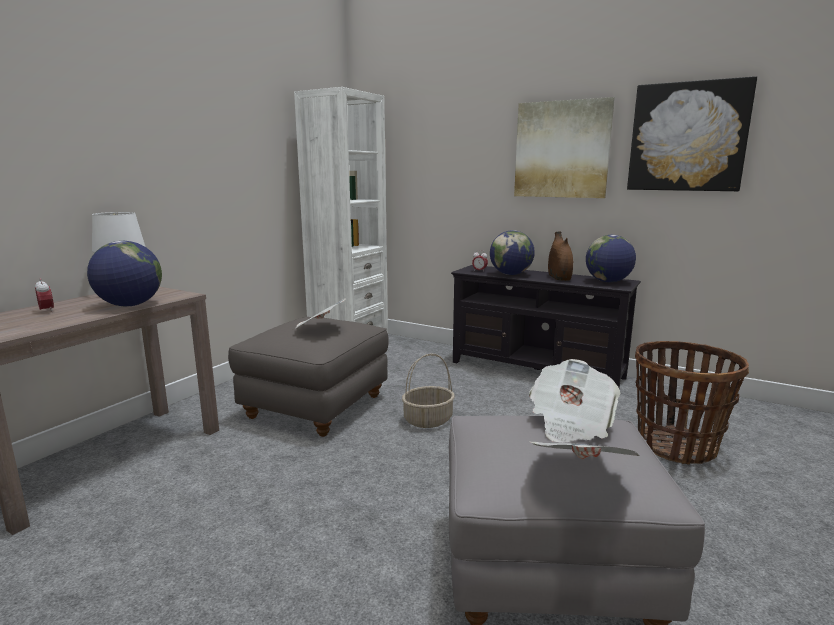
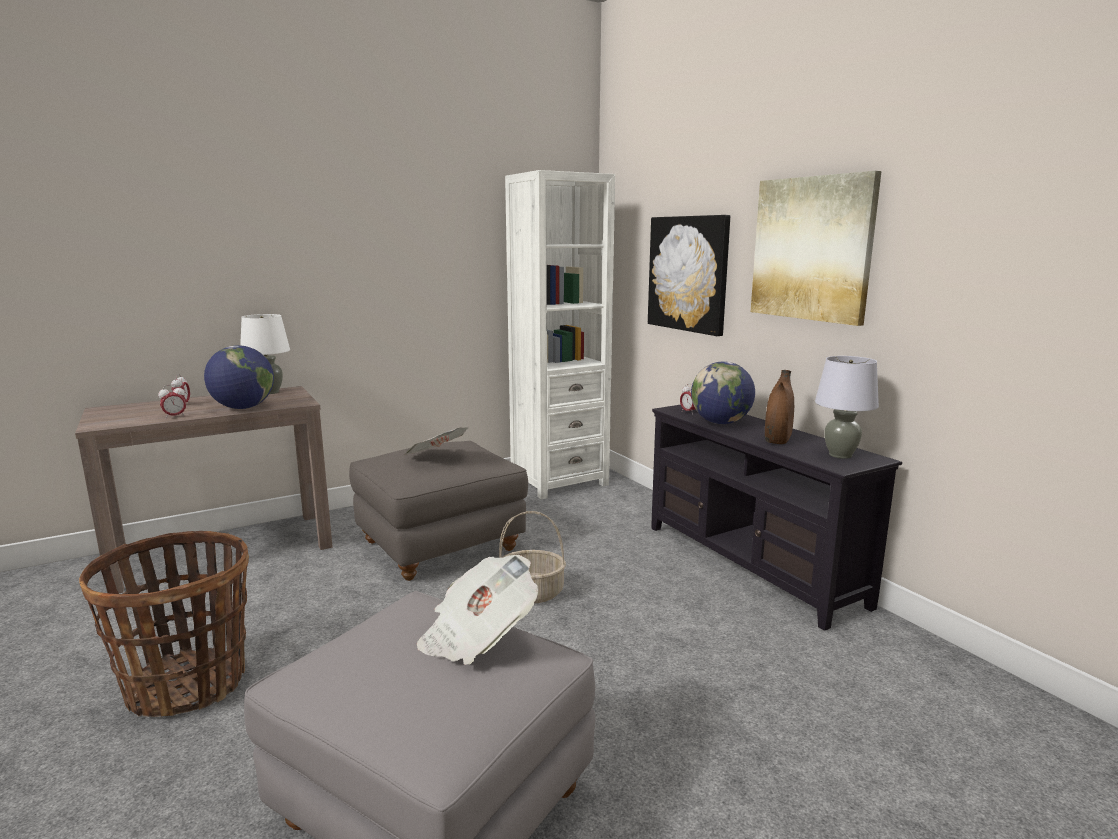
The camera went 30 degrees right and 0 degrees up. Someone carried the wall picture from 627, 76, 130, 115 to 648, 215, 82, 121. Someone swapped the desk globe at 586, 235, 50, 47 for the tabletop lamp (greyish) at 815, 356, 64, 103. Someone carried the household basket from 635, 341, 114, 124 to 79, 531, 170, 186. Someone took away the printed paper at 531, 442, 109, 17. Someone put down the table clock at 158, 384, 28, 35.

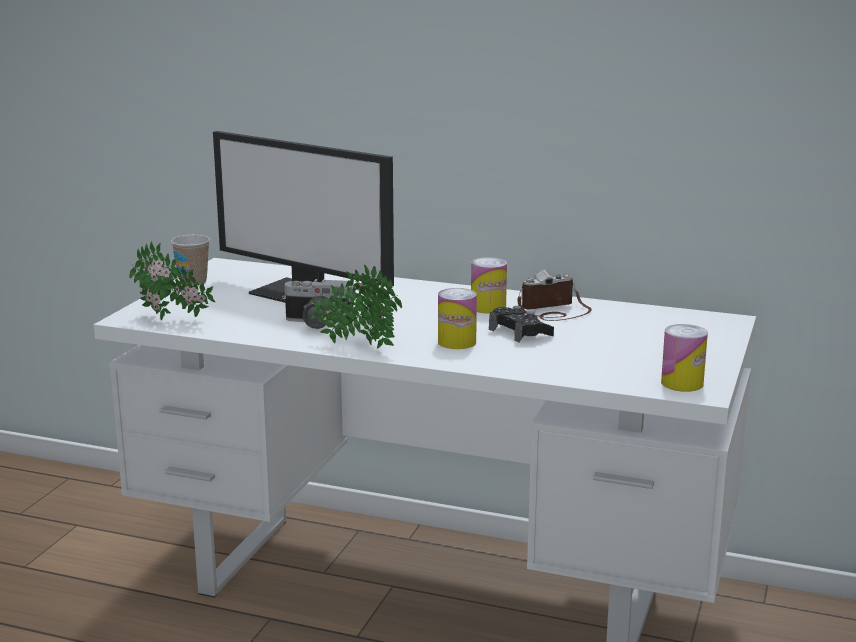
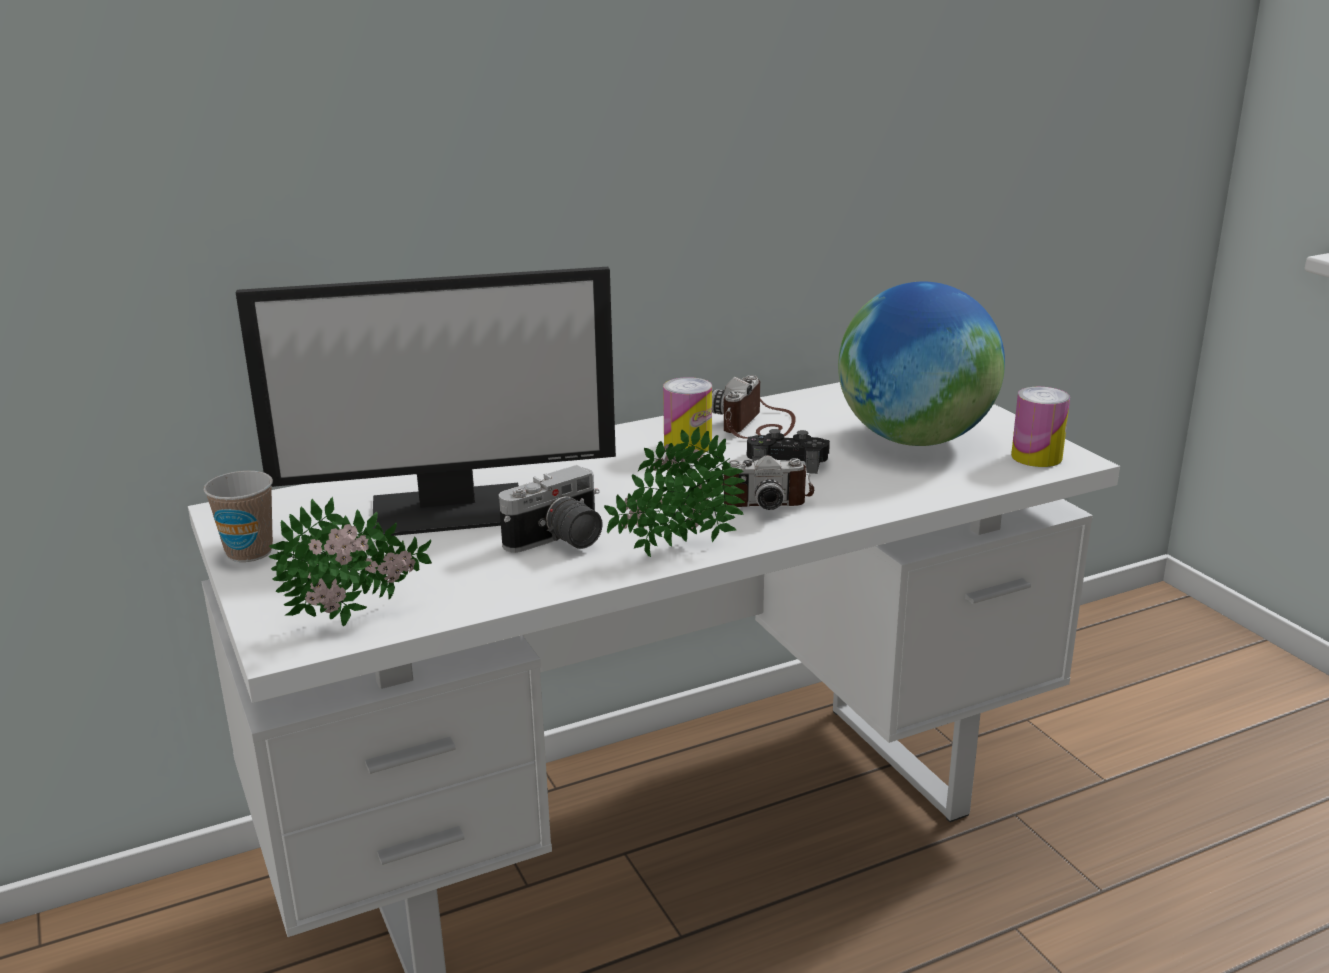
The camera went 45 degrees left and 5 degrees up. Someone swapped the can at 438, 288, 39, 61 for the photo camera at 722, 455, 92, 55. Someone put down the desk globe at 838, 281, 167, 165.

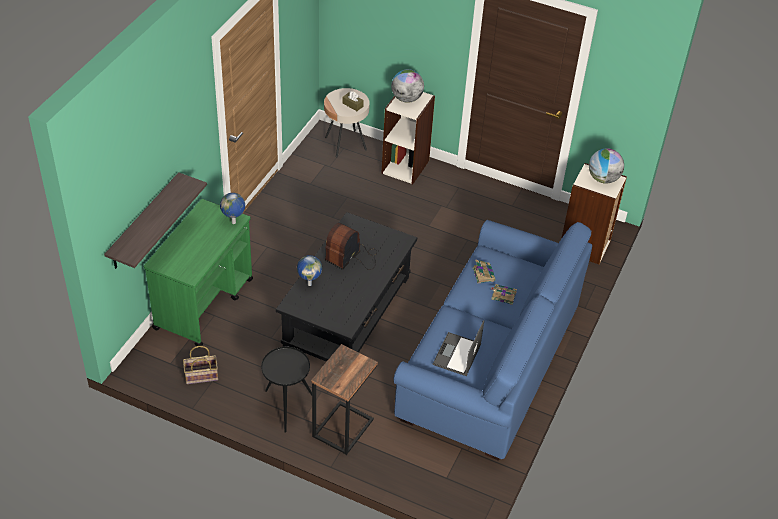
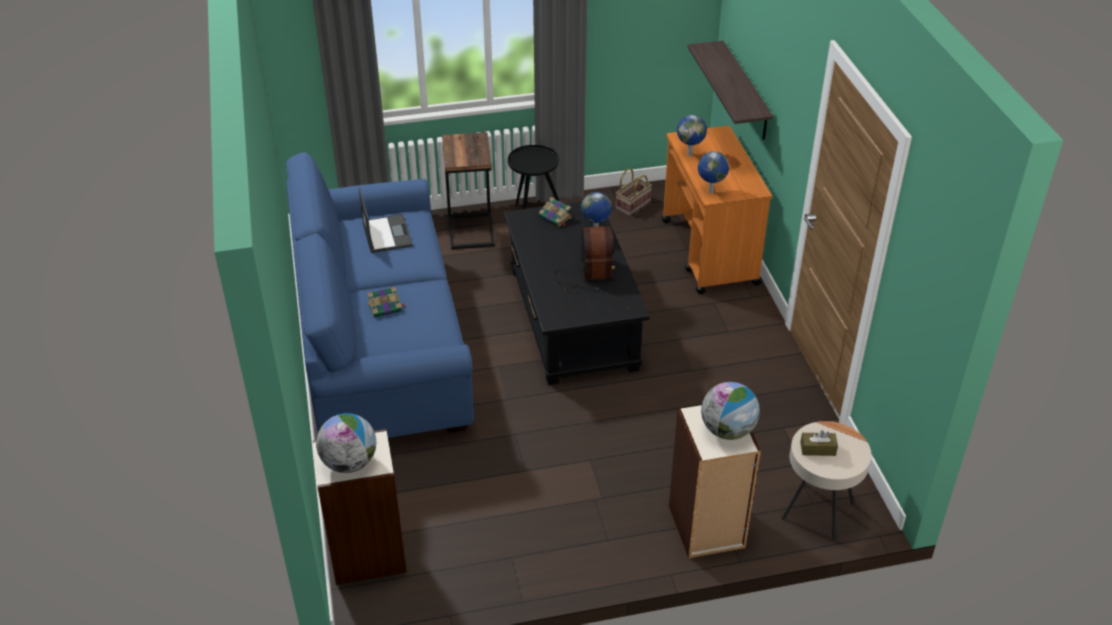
The camera went 145 degrees right and 5 degrees down. Someone repainted the cart (greenish) at 144, 199, 109, 149, which became the cart (orangey) at 662, 126, 110, 168. Someone carried the book from 473, 259, 23, 24 to 539, 197, 33, 30. Someone put down the desk globe at 677, 115, 30, 41.

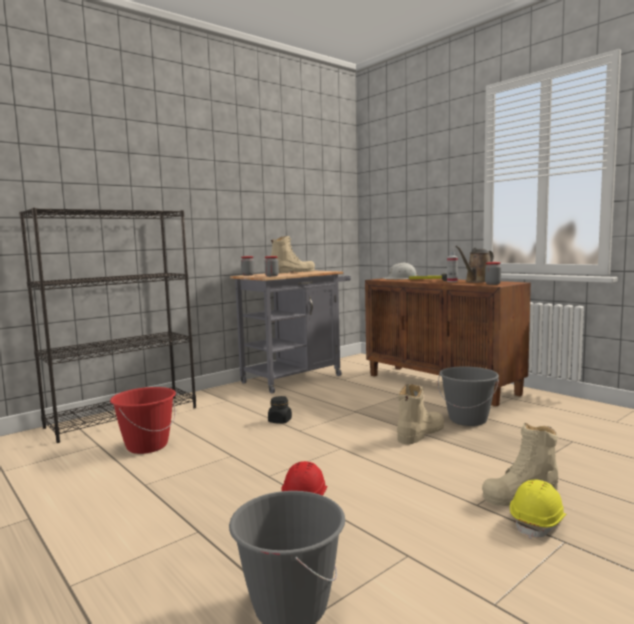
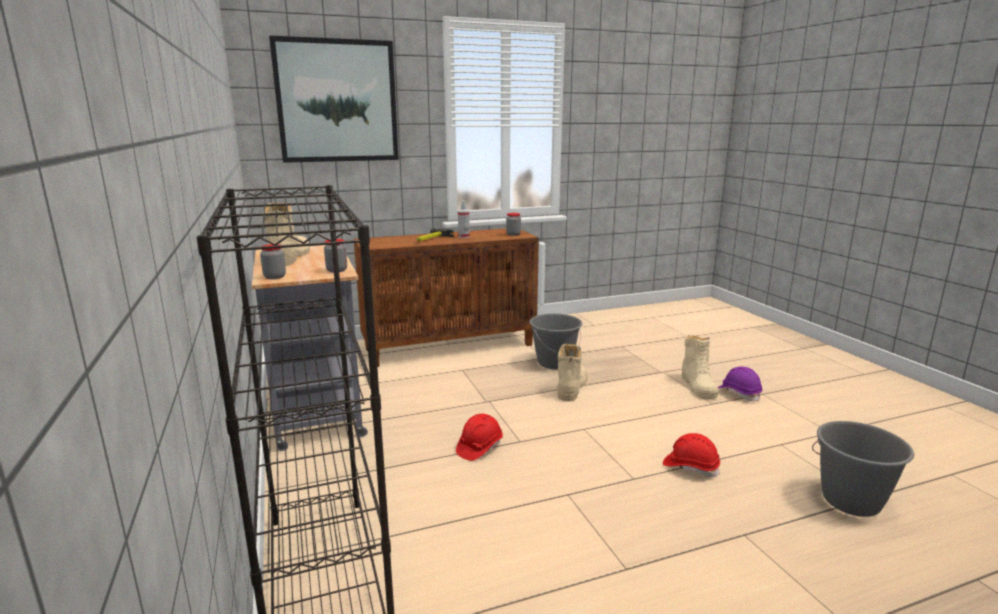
The camera went 70 degrees left and 10 degrees up. Someone took away the sprinkling can (brownish) at 456, 246, 38, 37. Someone took away the safety helmet (white-coloured) at 383, 263, 35, 16. Someone rotated the tall boot (beige) at 397, 384, 47, 60 by 45 degrees clockwise. Someone took away the pail (reddish) at 110, 387, 66, 67. Someone swapped the jar (blackish) at 268, 396, 24, 28 for the safety helmet (reddish) at 456, 414, 47, 47. Someone repainted the safety helmet (yellow-coloured) at 510, 480, 56, 59, which became the safety helmet (purplish) at 718, 366, 45, 36. Someone put up the wall picture at 269, 36, 130, 127.

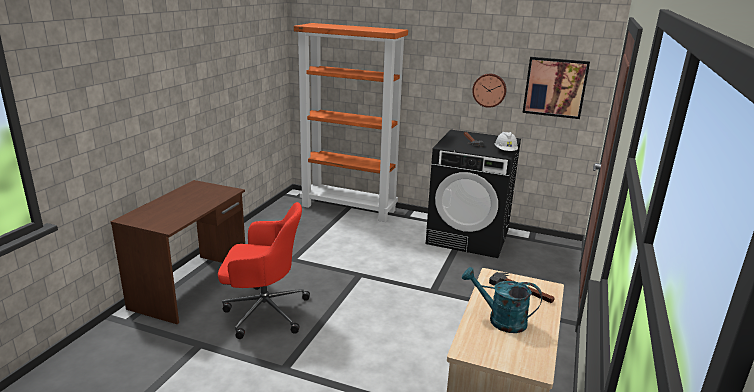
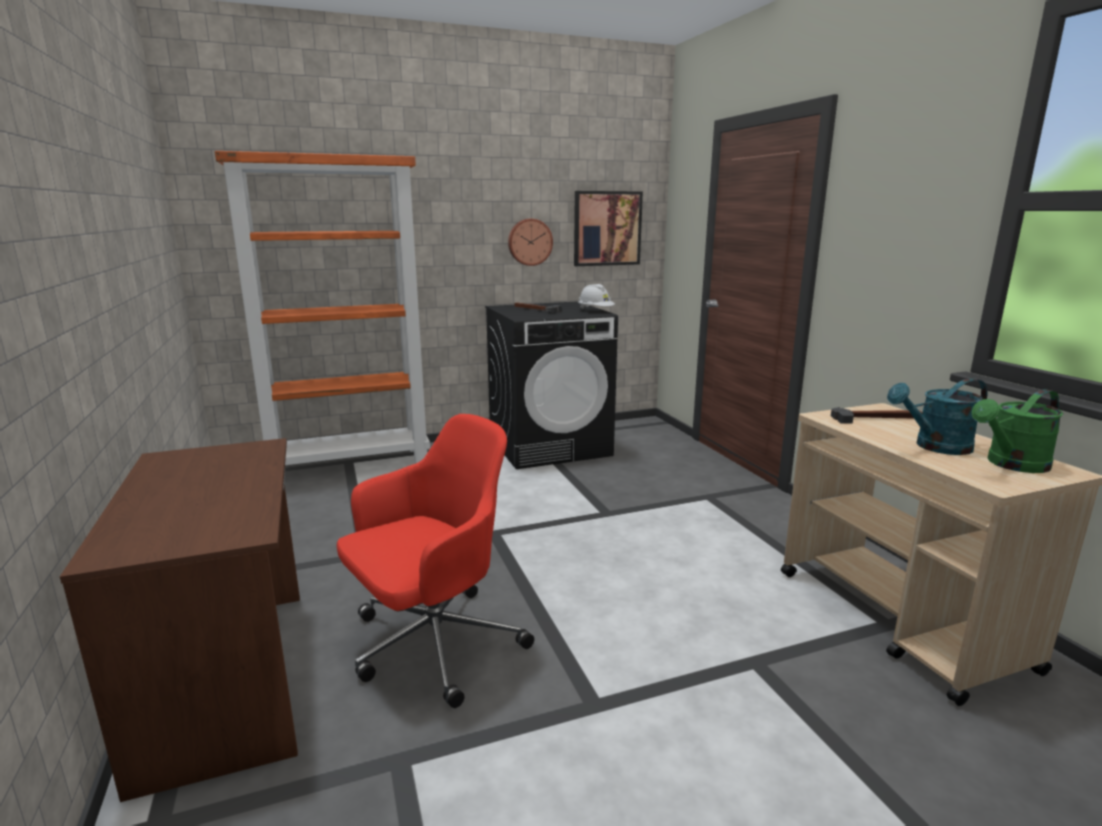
The camera went 40 degrees left and 5 degrees down. Someone put down the sprinkling can (greenish) at 972, 389, 91, 84.

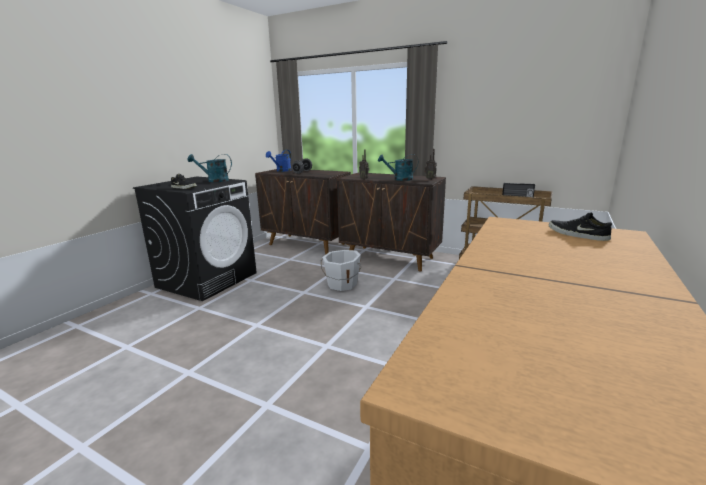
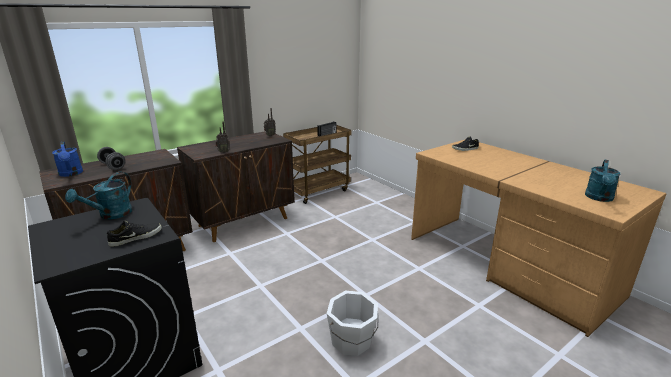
The camera went 65 degrees left and 5 degrees up. Someone carried the sprinkling can (turquoise-coloured) from 378, 154, 40, 27 to 585, 160, 36, 42. Someone carried the pail (white-coloured) from 321, 250, 41, 41 to 327, 291, 52, 65.

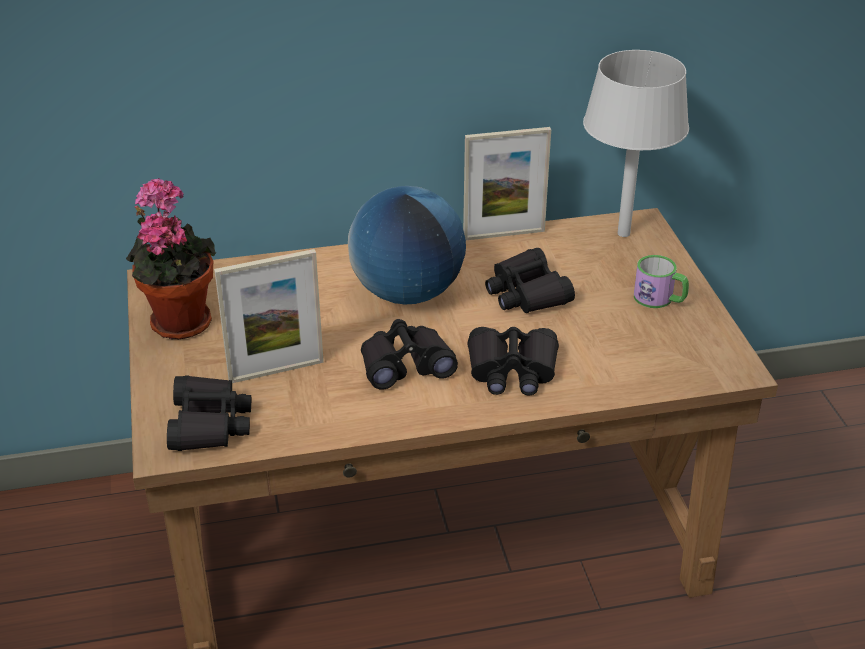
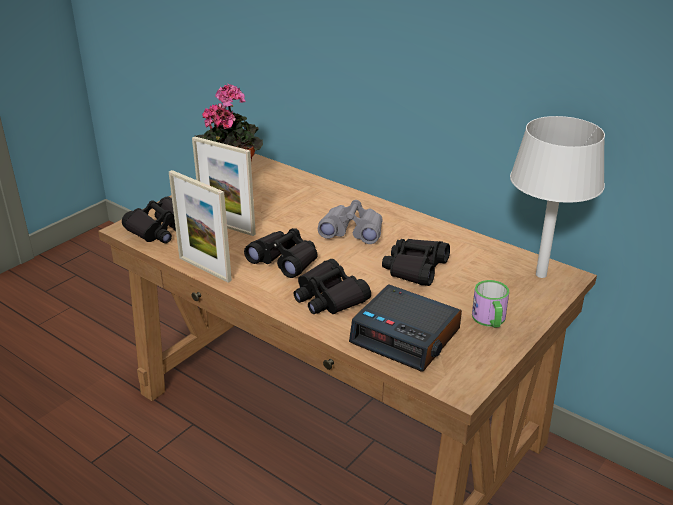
The camera went 50 degrees right and 5 degrees down. Someone carried the standing frame from 463, 127, 88, 113 to 169, 170, 63, 113. Someone swapped the desk globe at 348, 186, 118, 119 for the field glasses (greyish) at 318, 200, 65, 44. Someone put down the table clock at 349, 284, 113, 88.

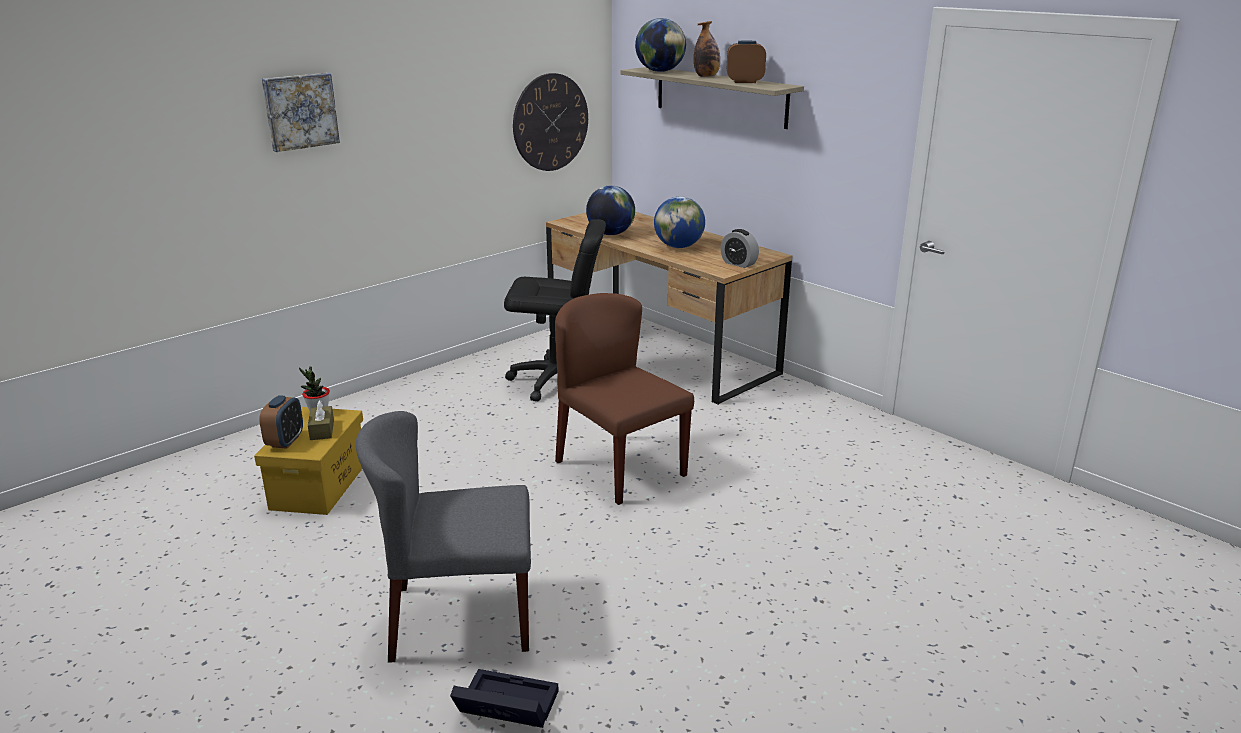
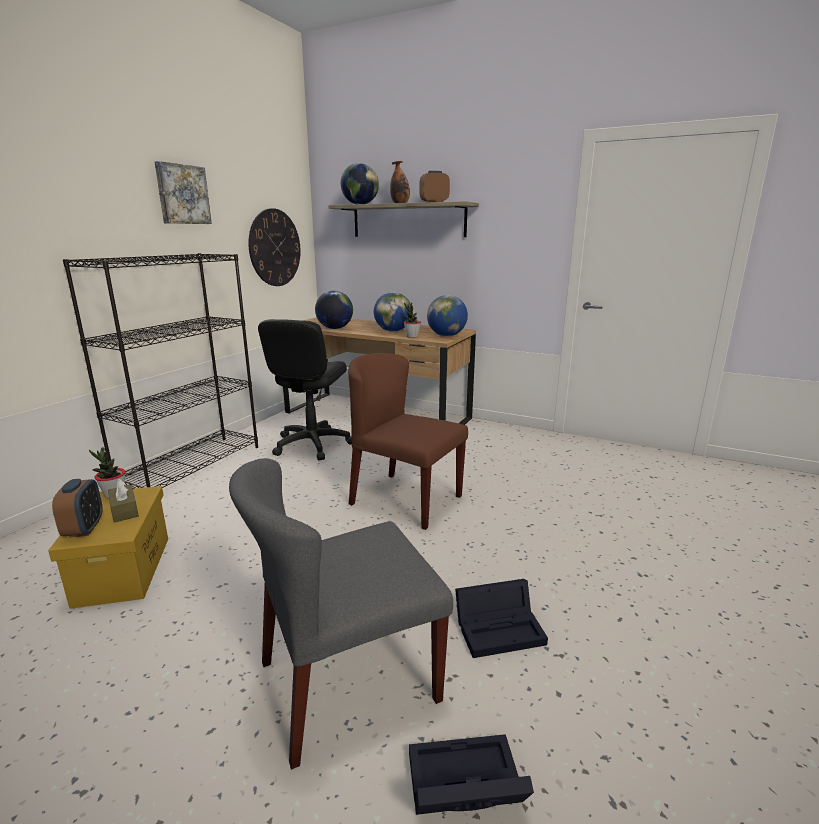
The camera went 20 degrees left and 5 degrees down. Someone carried the wall picture from 262, 73, 78, 79 to 155, 161, 57, 63. Someone rotated the office chair (blackish) at 504, 219, 102, 182 by 120 degrees clockwise. Someone swapped the table clock at 721, 229, 38, 39 for the desk globe at 427, 295, 41, 41. Someone put down the shelving unit (blackish) at 63, 253, 195, 236. Someone put down the plant in a pot at 404, 302, 17, 36. Someone put down the storage bin (blackish) at 455, 579, 93, 79.

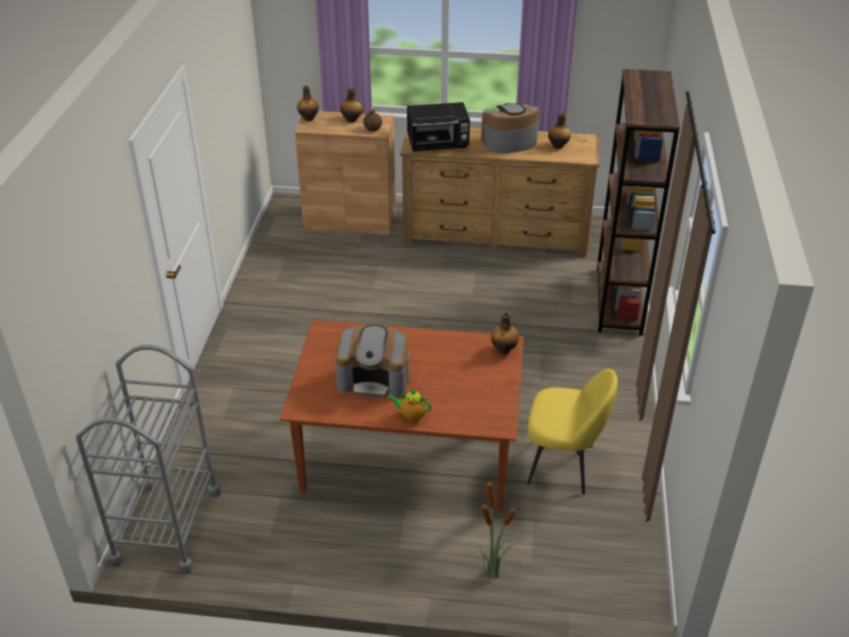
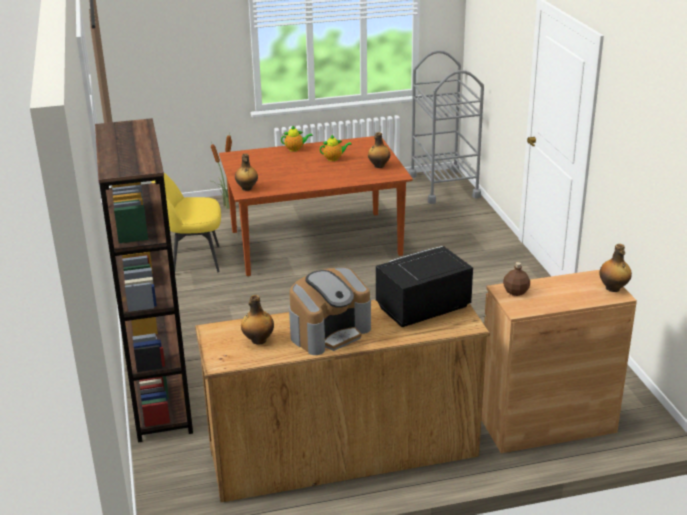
The camera went 160 degrees right and 10 degrees down. Someone carried the drink bottle from 341, 87, 22, 36 to 368, 132, 22, 36. Someone swapped the coffee machine at 335, 325, 74, 74 for the teapot at 320, 135, 32, 26.

